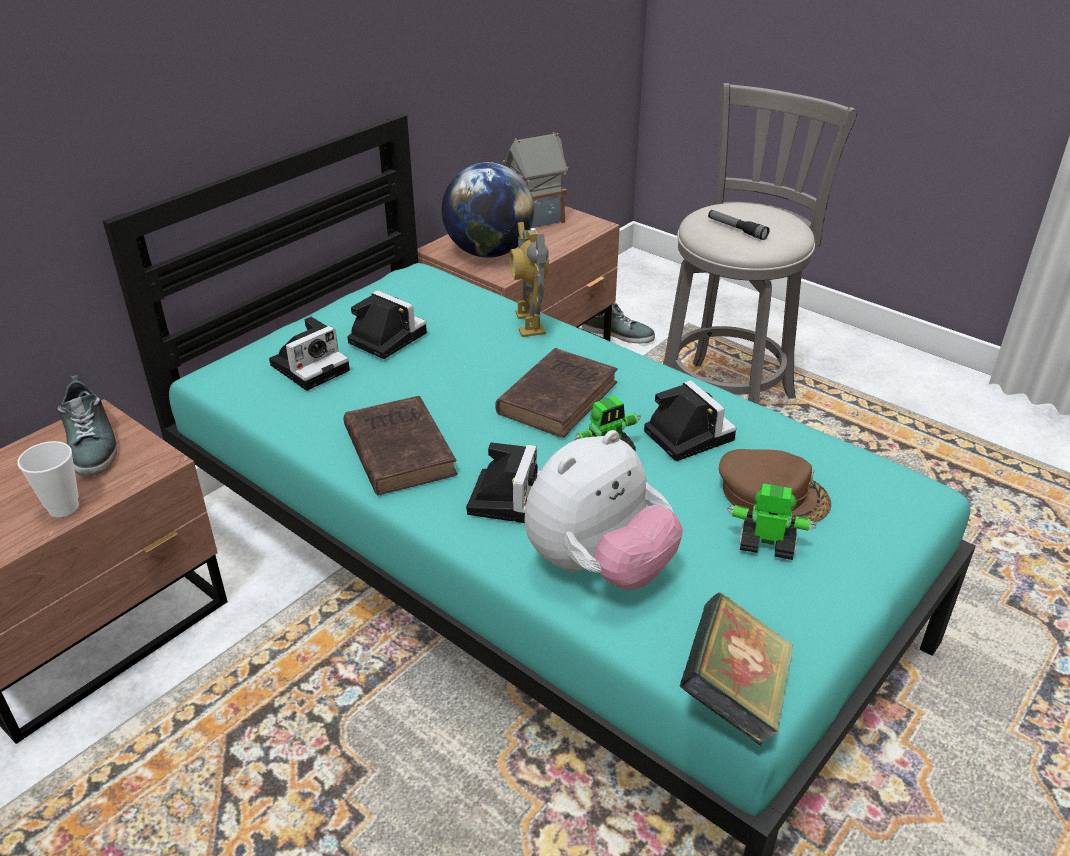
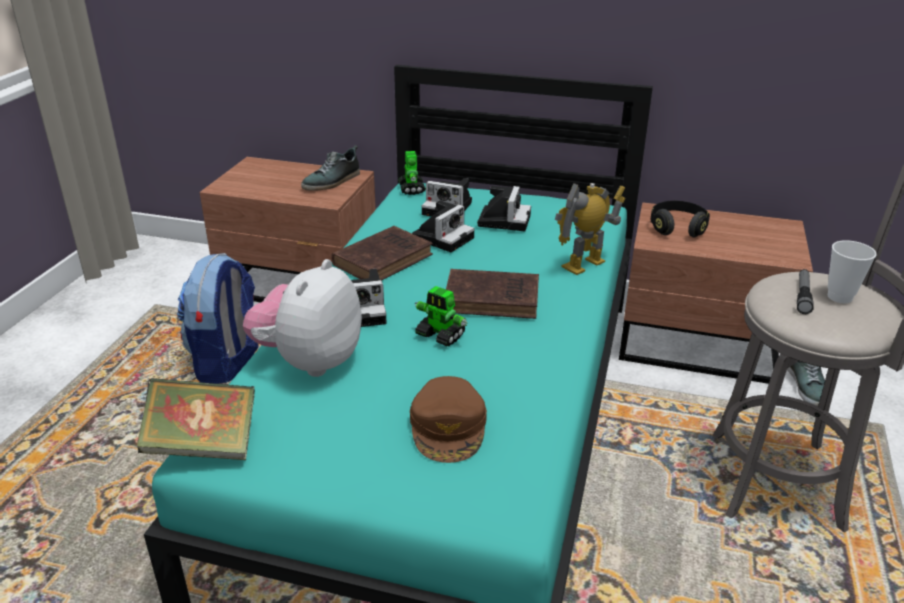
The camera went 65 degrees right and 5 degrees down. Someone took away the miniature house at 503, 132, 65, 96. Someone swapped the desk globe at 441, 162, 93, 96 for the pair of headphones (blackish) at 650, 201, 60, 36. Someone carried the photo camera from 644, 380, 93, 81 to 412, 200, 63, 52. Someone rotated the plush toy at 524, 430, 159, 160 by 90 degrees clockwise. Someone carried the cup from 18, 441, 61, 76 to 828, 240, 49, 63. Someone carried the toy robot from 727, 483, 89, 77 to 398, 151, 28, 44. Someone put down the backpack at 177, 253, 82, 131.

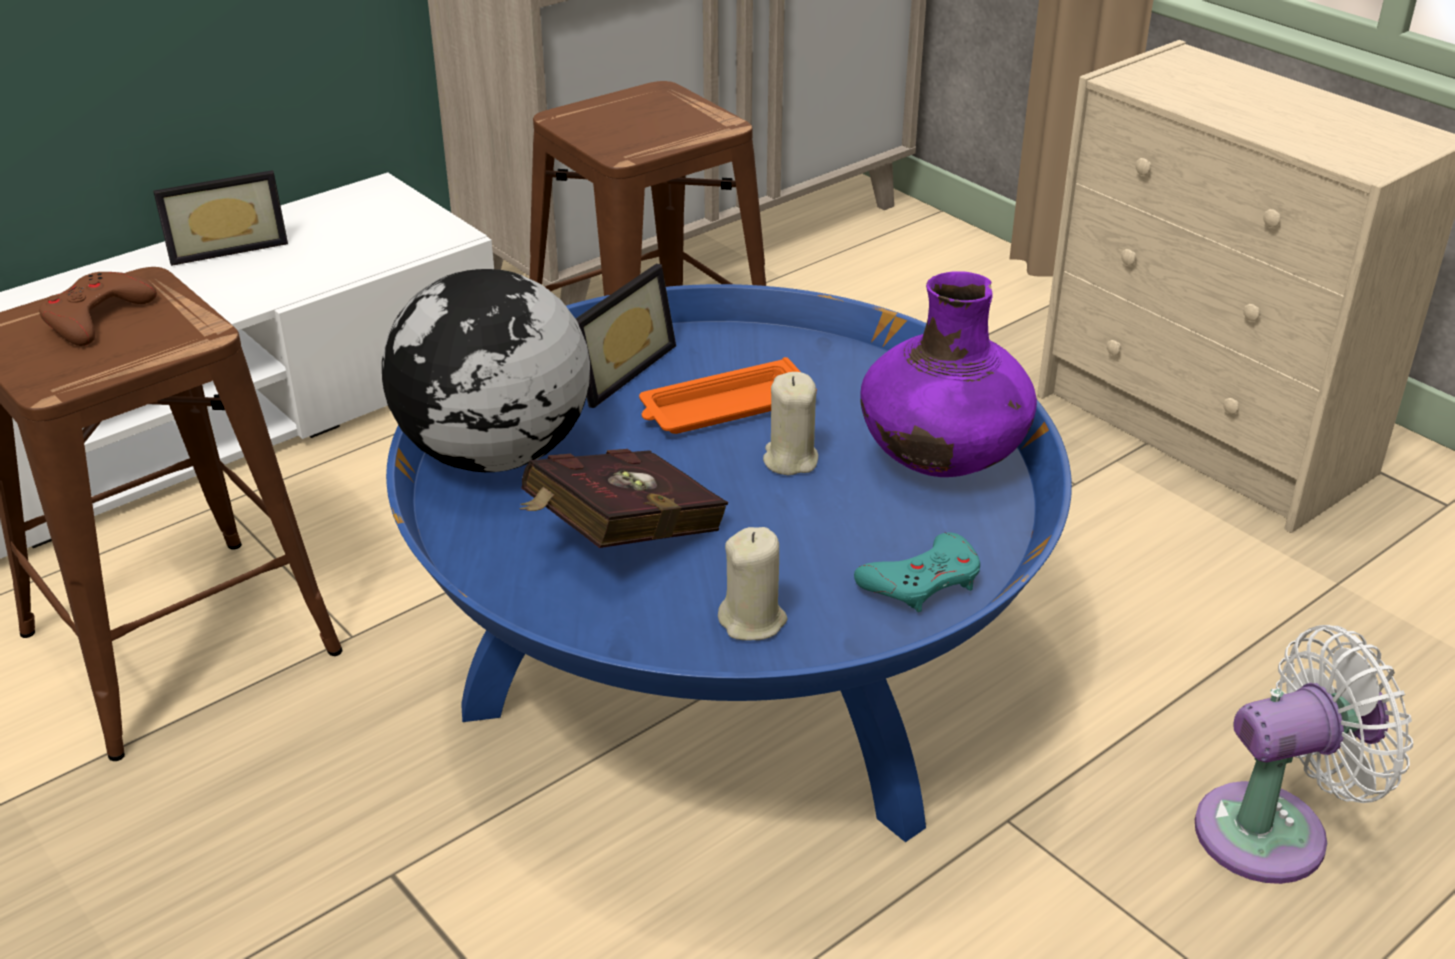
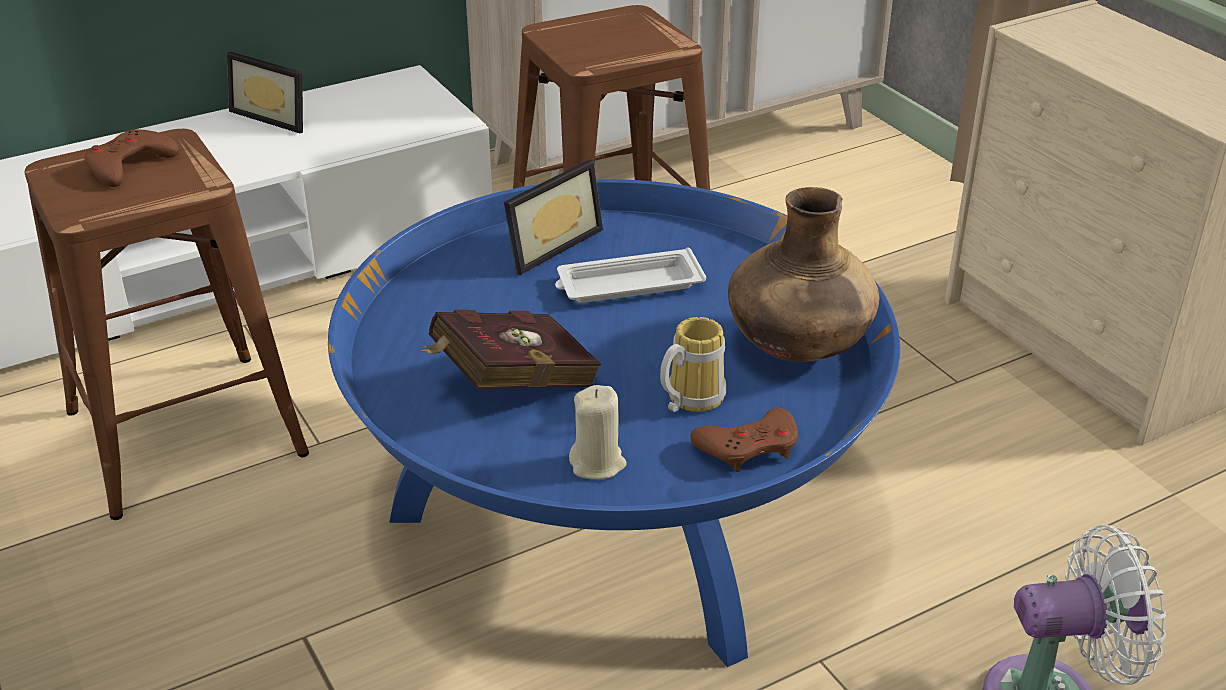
The camera went 10 degrees right and 0 degrees up. Someone rotated the standing frame at 153, 170, 135, 96 by 45 degrees clockwise. Someone took away the desk globe at 382, 269, 208, 203. Someone repainted the vase (purplish) at 860, 271, 177, 206, which became the vase (brownish) at 728, 187, 151, 175. Someone repainted the carrying tray (orangey) at 639, 357, 178, 77, which became the carrying tray (white-coloured) at 555, 247, 151, 56. Someone took away the wax light (beige) at 763, 372, 55, 103. Someone repainted the game controller (turquoise-coloured) at 854, 532, 126, 80, which became the game controller (brownish) at 690, 408, 108, 64. Someone put down the mug at 660, 317, 66, 95.

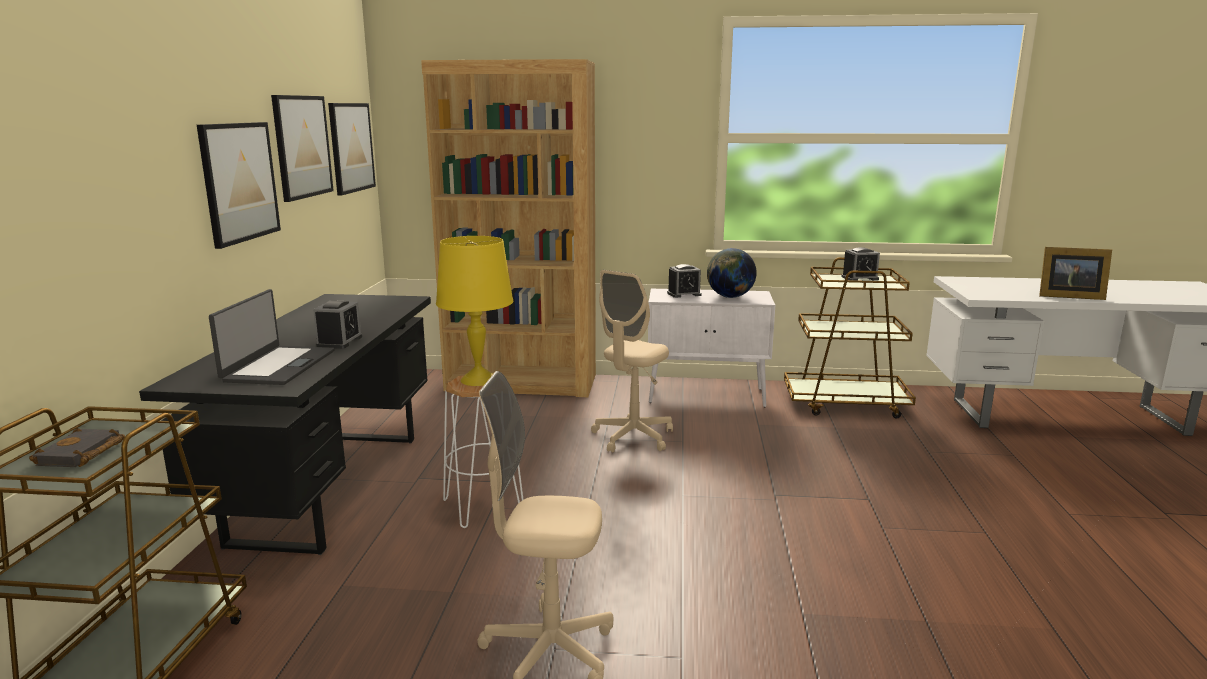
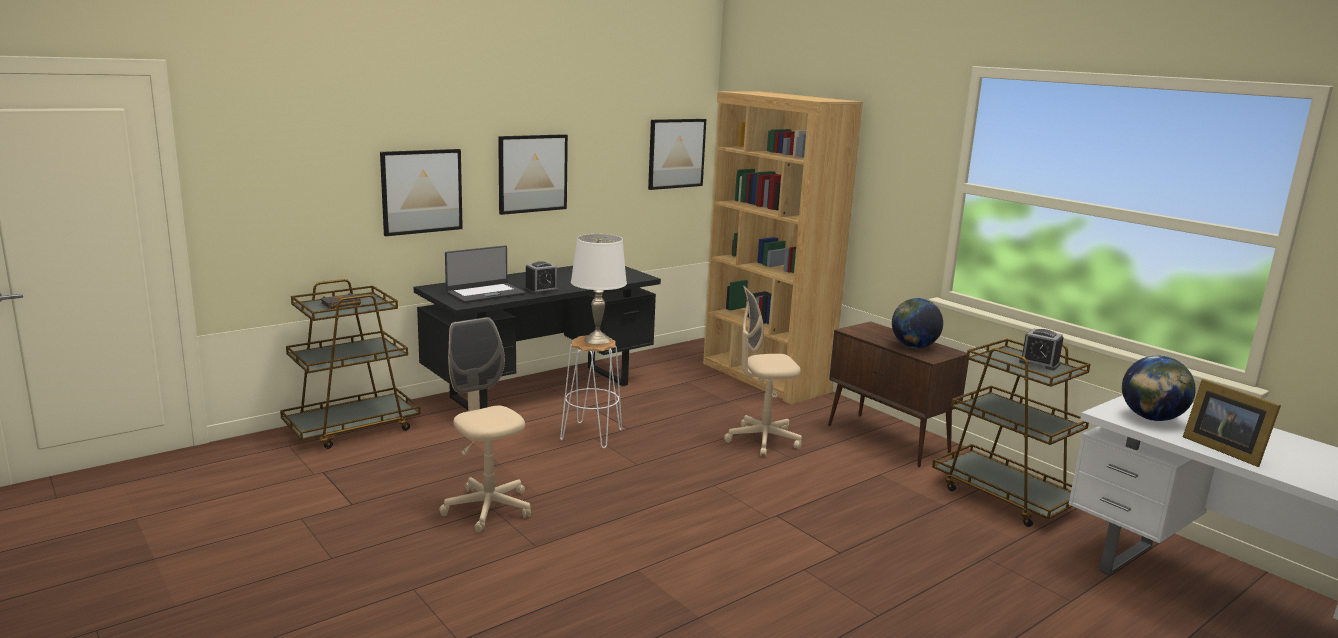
The camera went 45 degrees right and 0 degrees up. Someone carried the wall picture from 271, 95, 63, 107 to 380, 149, 83, 87. Someone repainted the tabletop lamp (yellow-coloured) at 436, 236, 77, 150, which became the tabletop lamp (white-coloured) at 571, 234, 56, 110. Someone took away the table clock at 667, 264, 35, 34. Someone repainted the storage cabinet (white-coloured) at 648, 289, 127, 118, which became the storage cabinet (brownish) at 828, 321, 141, 146. Someone put down the desk globe at 1122, 356, 74, 65.

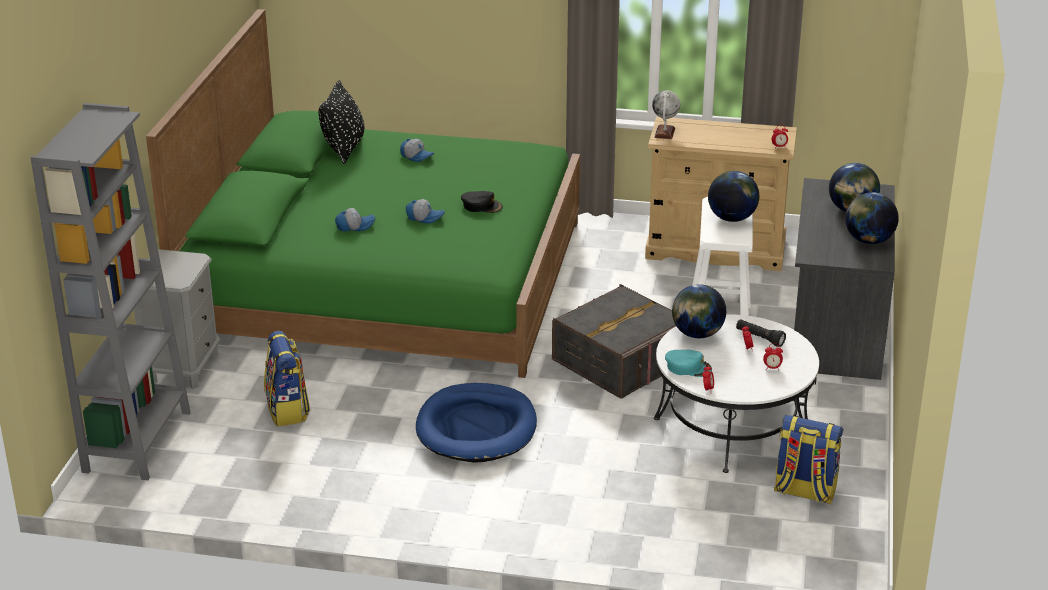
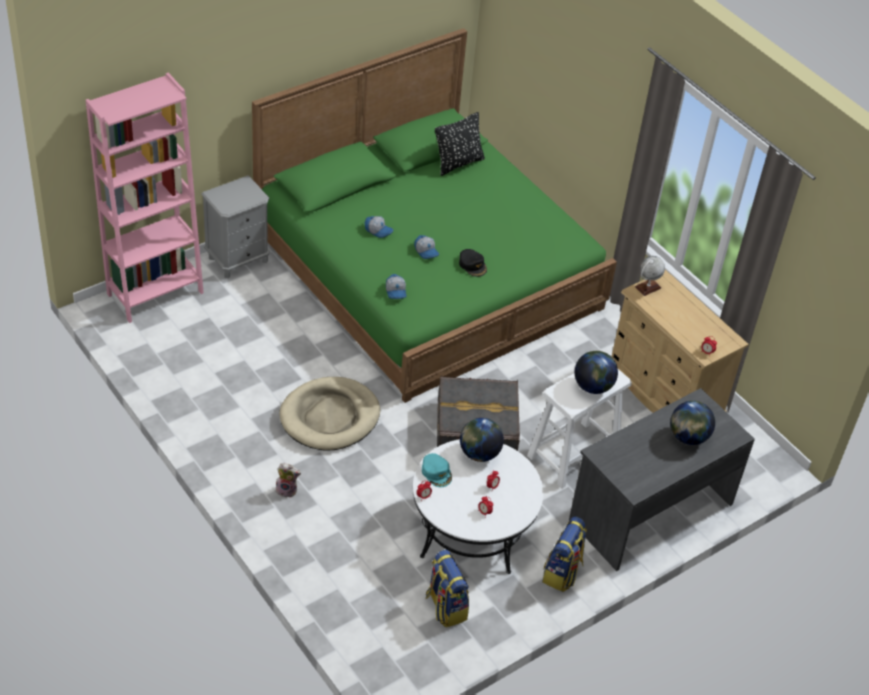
The camera went 40 degrees right and 15 degrees up. Someone repainted the shelving unit (greyish) at 30, 103, 161, 377, which became the shelving unit (pink-coloured) at 86, 73, 118, 250. Someone carried the peaked cap from 400, 138, 34, 24 to 386, 274, 21, 25. Someone took away the desk globe at 845, 192, 54, 52. Someone took away the torch (blackish) at 736, 319, 50, 28. Someone carried the backpack from 264, 331, 46, 95 to 542, 516, 45, 76. Someone repainted the dog bed (blue) at 416, 383, 121, 80, which became the dog bed (beige) at 279, 377, 101, 73. Someone put down the plush toy at 276, 463, 25, 35.

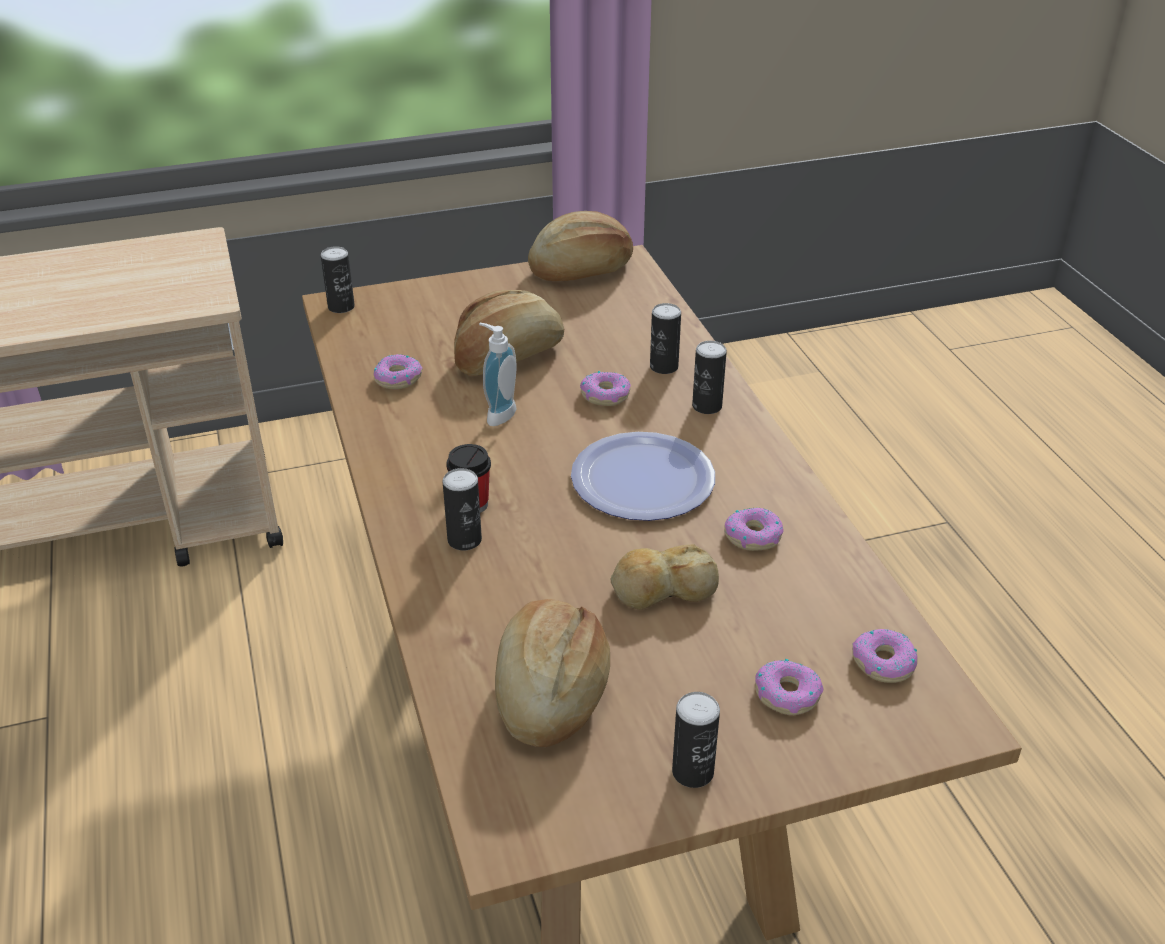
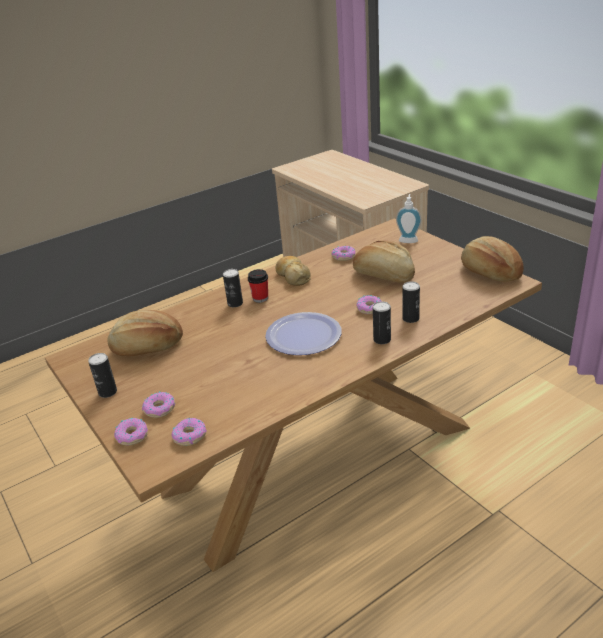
The camera went 75 degrees right and 5 degrees down. Someone took away the can at 321, 246, 34, 67. Someone carried the soap dispenser from 479, 323, 38, 103 to 396, 194, 25, 49. Someone carried the donut from 724, 508, 59, 43 to 114, 418, 34, 27. Someone carried the bread from 611, 544, 108, 66 to 275, 256, 36, 30.

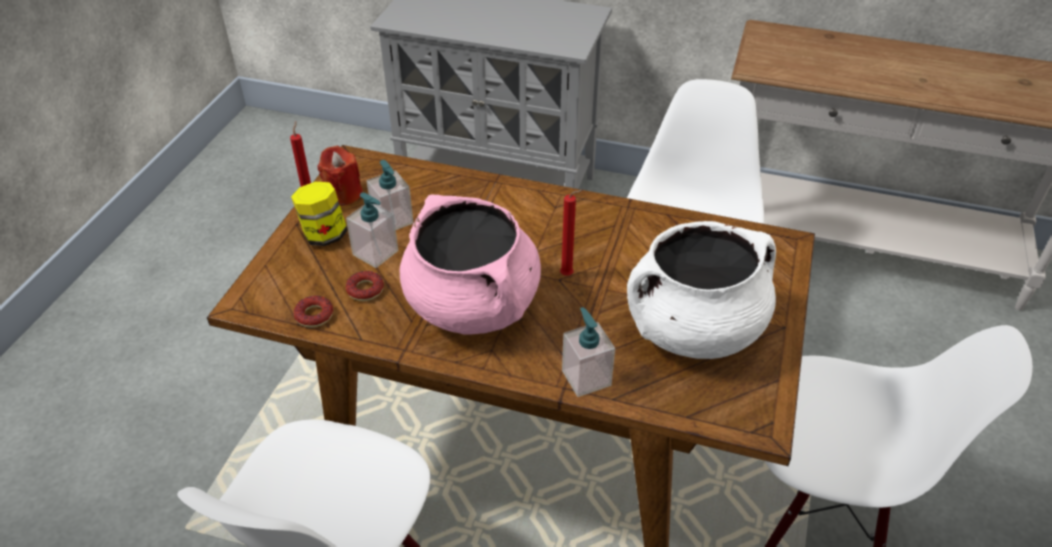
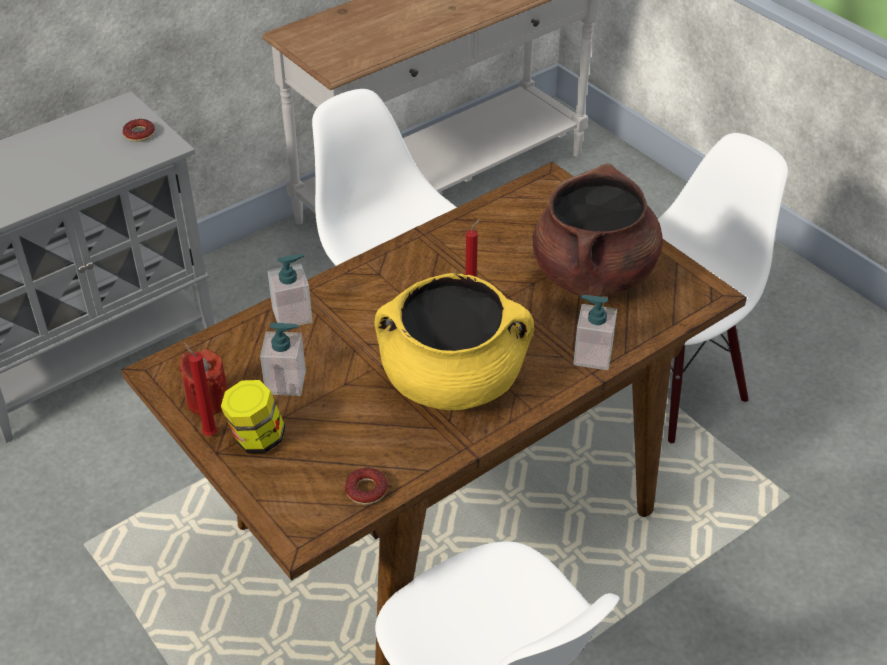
The camera went 55 degrees left and 0 degrees up. Someone carried the soap dispenser from 346, 192, 52, 76 to 268, 254, 45, 72. Someone repainted the stockpot (pink-coloured) at 400, 194, 141, 141, which became the stockpot (yellow-coloured) at 375, 273, 159, 137. Someone repainted the stockpot (white-coloured) at 627, 221, 149, 138, which became the stockpot (brownish) at 533, 163, 130, 134. Someone carried the donut from 346, 271, 38, 30 to 123, 119, 32, 23.

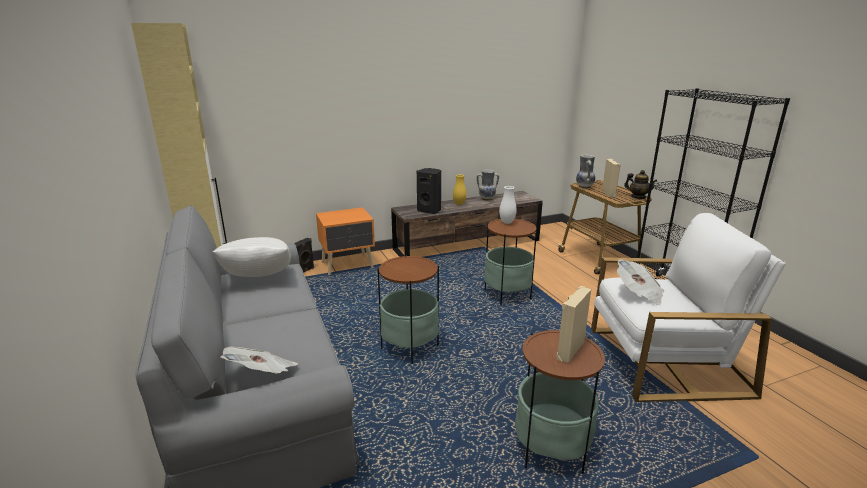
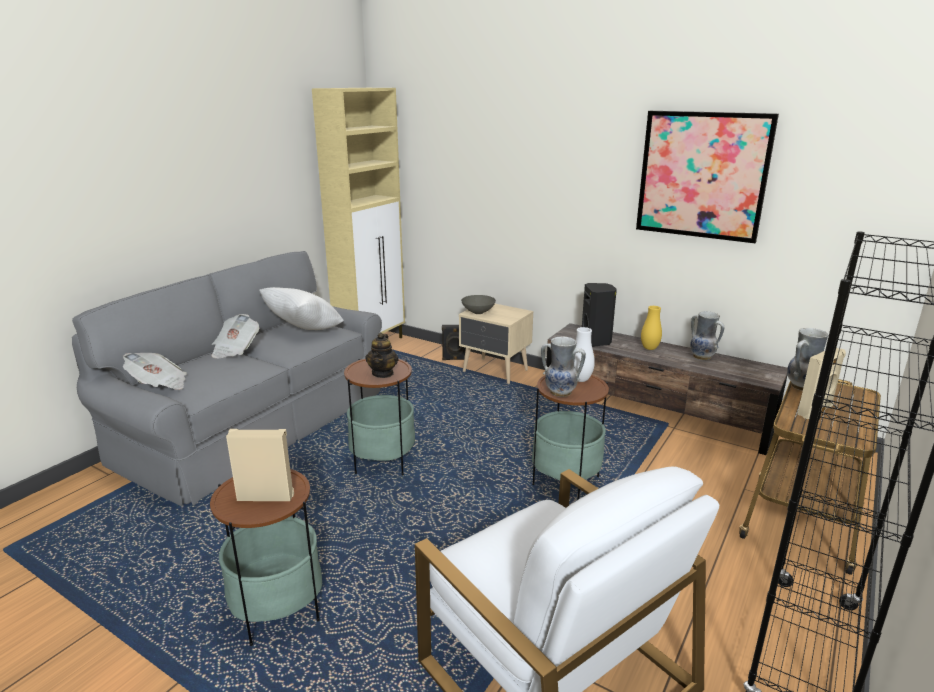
The camera went 55 degrees right and 0 degrees up. Someone carried the teapot from 624, 170, 33, 29 to 365, 333, 33, 45. Someone repainted the nightstand (orangey) at 316, 207, 59, 68, which became the nightstand (beige) at 459, 304, 74, 80. Someone carried the printed paper from 617, 259, 47, 46 to 211, 314, 48, 44. Someone put up the wall picture at 636, 111, 143, 132. Someone put down the bowl (greyish) at 461, 295, 35, 19. Someone put down the vase at 541, 337, 45, 60.

